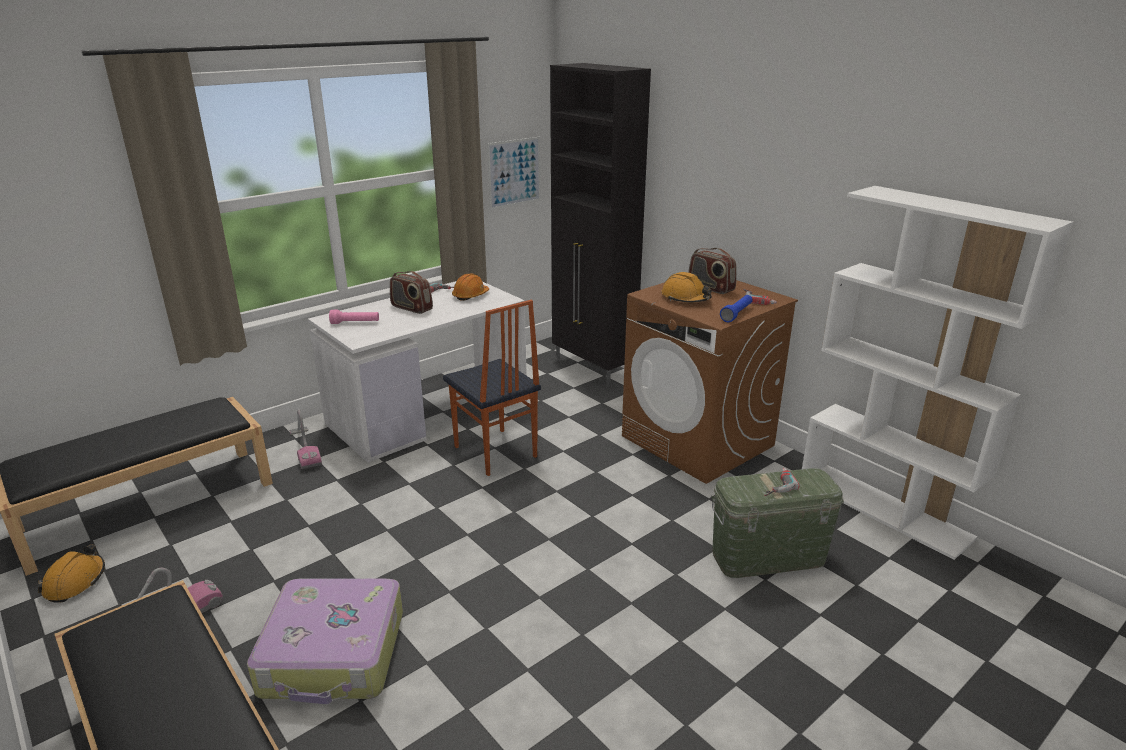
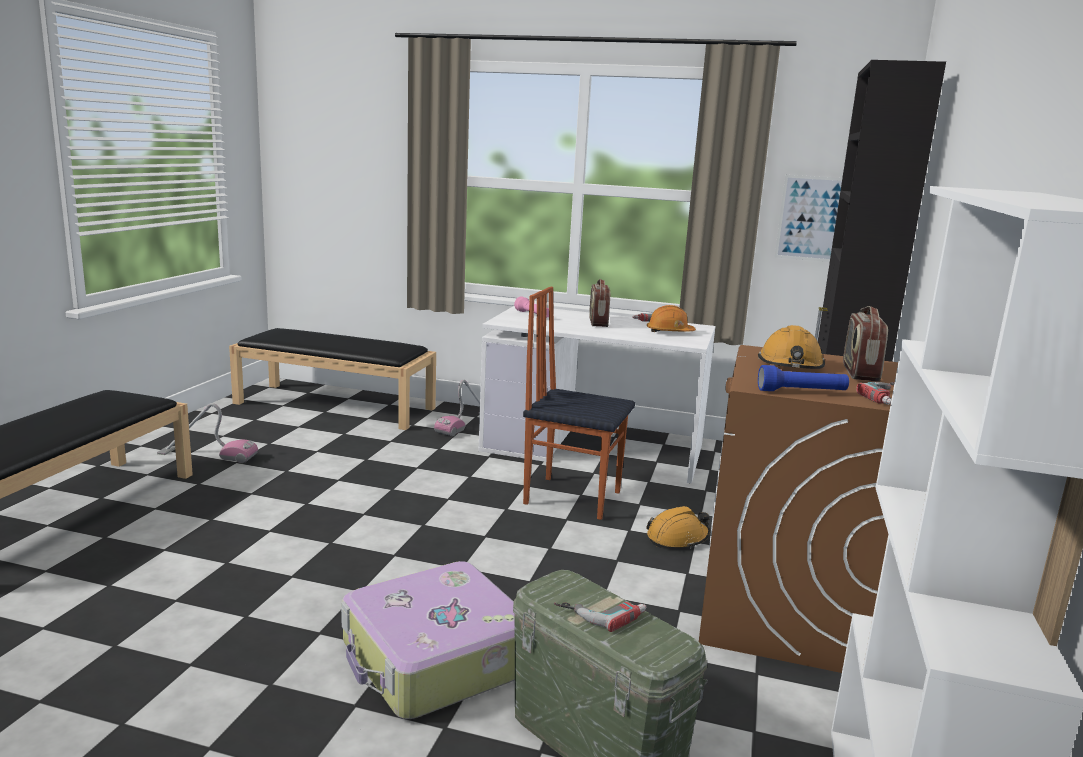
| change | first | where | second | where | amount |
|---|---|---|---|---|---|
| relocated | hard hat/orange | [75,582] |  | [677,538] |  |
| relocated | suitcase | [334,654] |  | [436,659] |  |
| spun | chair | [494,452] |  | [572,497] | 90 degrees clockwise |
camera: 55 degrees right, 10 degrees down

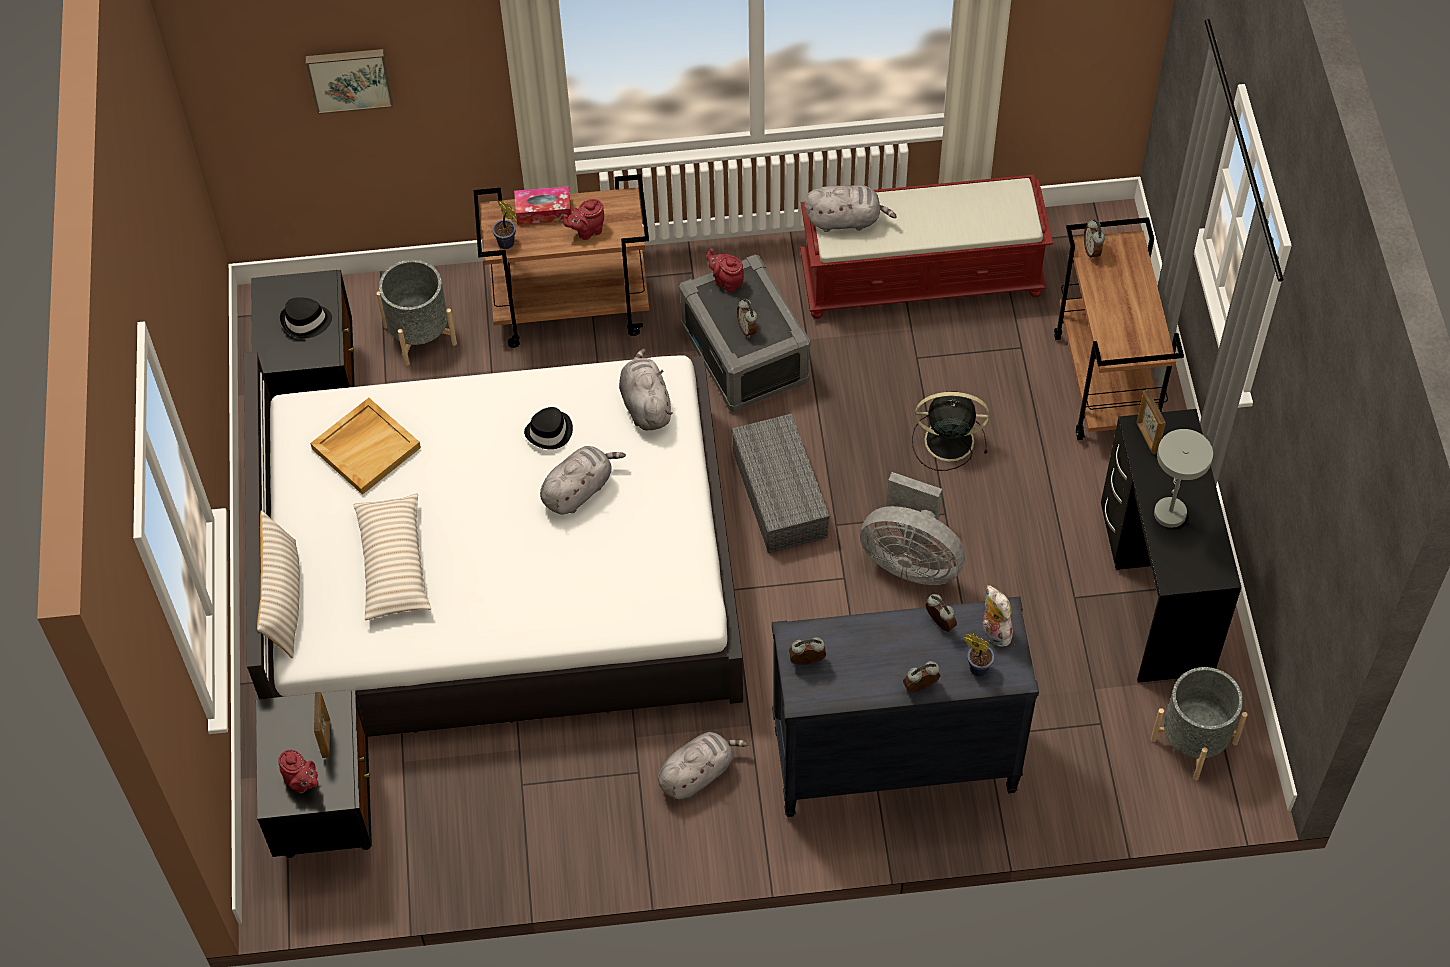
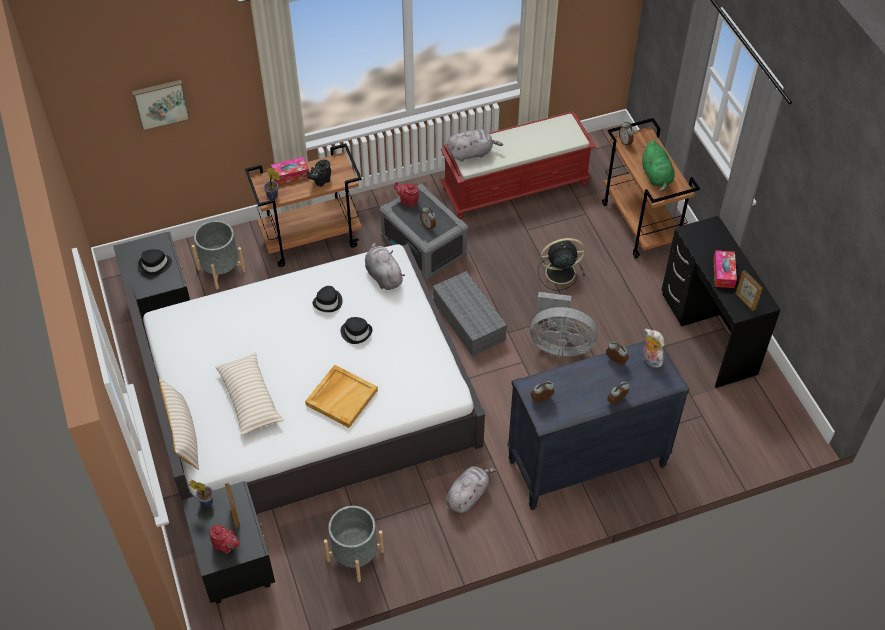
| change | first | where | second | where | amount |
|---|---|---|---|---|---|
| relocated | tray/beige | [366,447] |  | [341,397] |  |
| exchanged | plush toy/grey | [579,490] | hat/black | [356,332] |  |
| colour | teapot/red | [587,231] | teapot/black | [320,181] |  |
| relocated | potted plant | [976,667] |  | [205,501] |  |
| relocated | picture frame | [1146,438] |  | [745,301] |  |
| relocated | planter/grey | [1194,741] |  | [355,556] |  |
| exchanged | table lamp/grey | [1170,508] | tissue box | [723,273] |  |
| appeared |  |  | plush toy/green | [656,176] |  |
camera: 15 degrees left, 5 degrees down

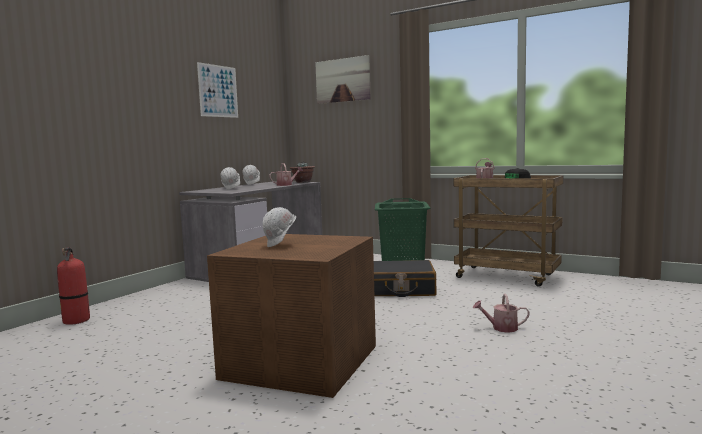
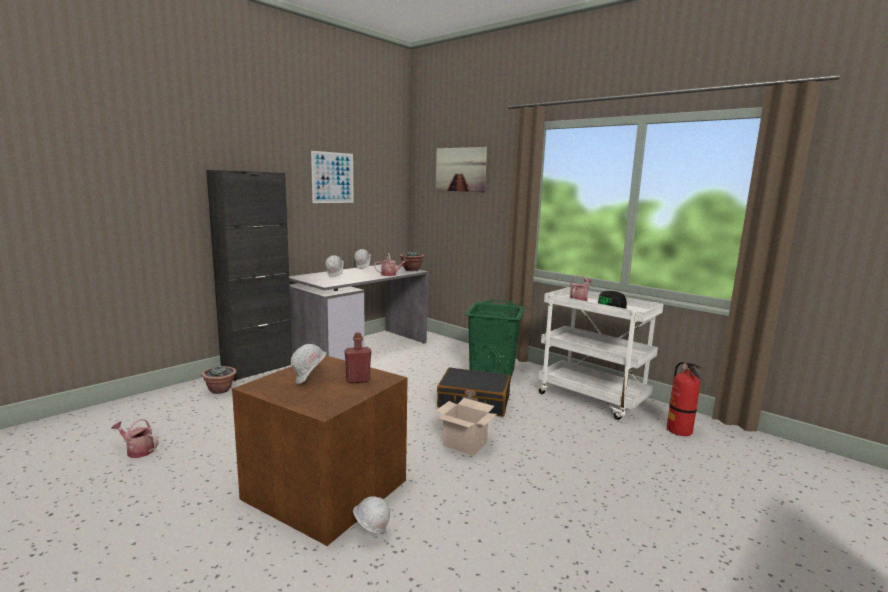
| change | first | where | second | where | amount |
|---|---|---|---|---|---|
| relocated | fire extinguisher | [77,320] |  | [679,431] |  |
| colour | cart/brown | [507,276] | cart/white | [593,399] |  |
| relocated | watering can | [501,328] |  | [137,451] |  |
| appeared |  |  | potted plant | [220,390] |  |
| appeared |  |  | cabinet/black | [258,369] |  |
| appeared |  |  | bottle/red | [358,380] |  |
| appeared |  |  | hard hat/white | [371,533] |  |
| appeared |  |  | cardboard box | [466,444] |  |
camera: 10 degrees right, 5 degrees up

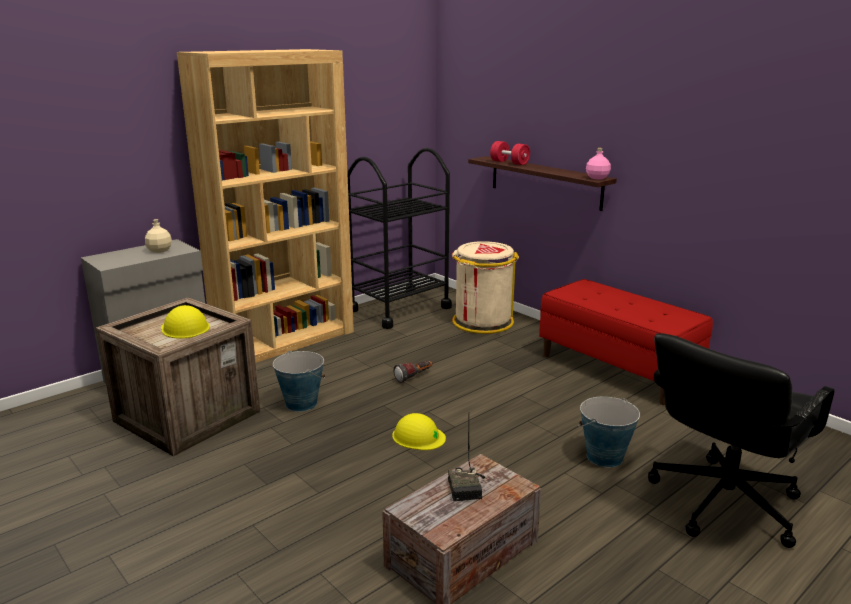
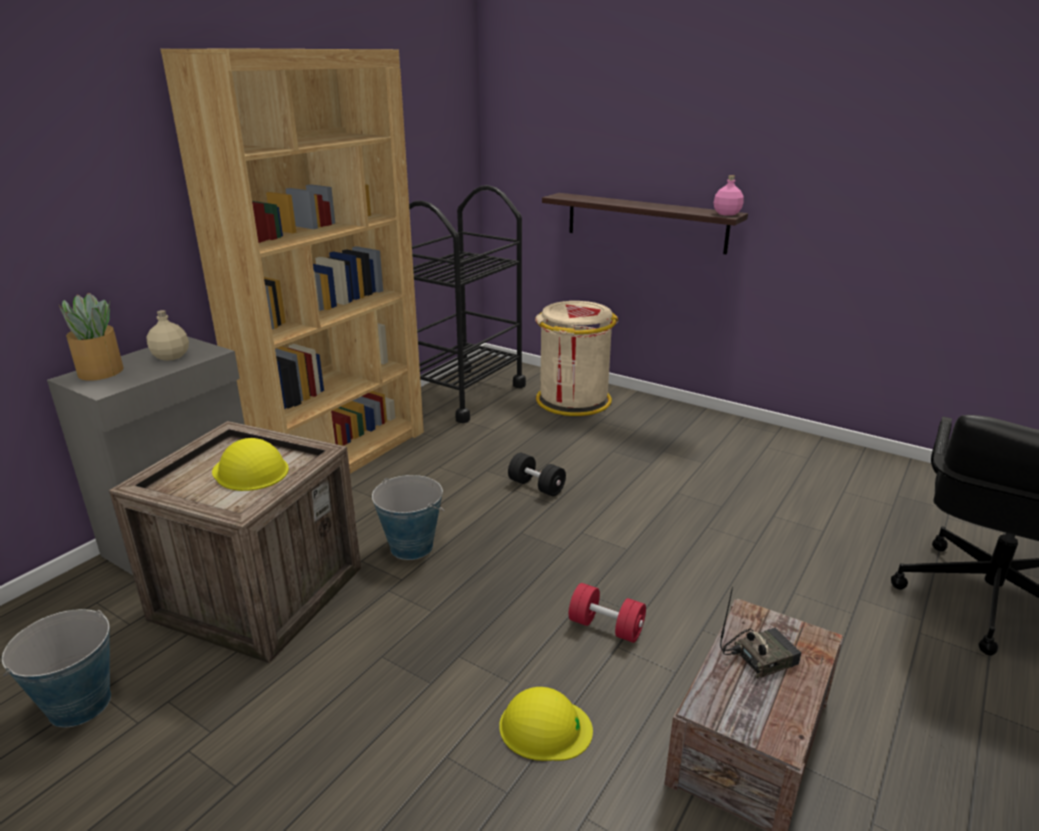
| change | first | where | second | where | amount |
|---|---|---|---|---|---|
| relocated | hard hat/yellow | [418,436] |  | [544,727] |  |
| exchanged | flashlight | [414,377] | dumbbell/black | [536,486] |  |
| spun | radio | [467,488] |  | [759,656] | 90 degrees counterclockwise |
| relocated | dumbbell/red | [509,163] |  | [606,627] |  |
| missing | bench/red | [617,369] |  |  |  |
| relocated | bucket | [604,457] |  | [79,705] |  |
| appeared |  |  | potted plant | [100,372] |  |
camera: 15 degrees left, 5 degrees up

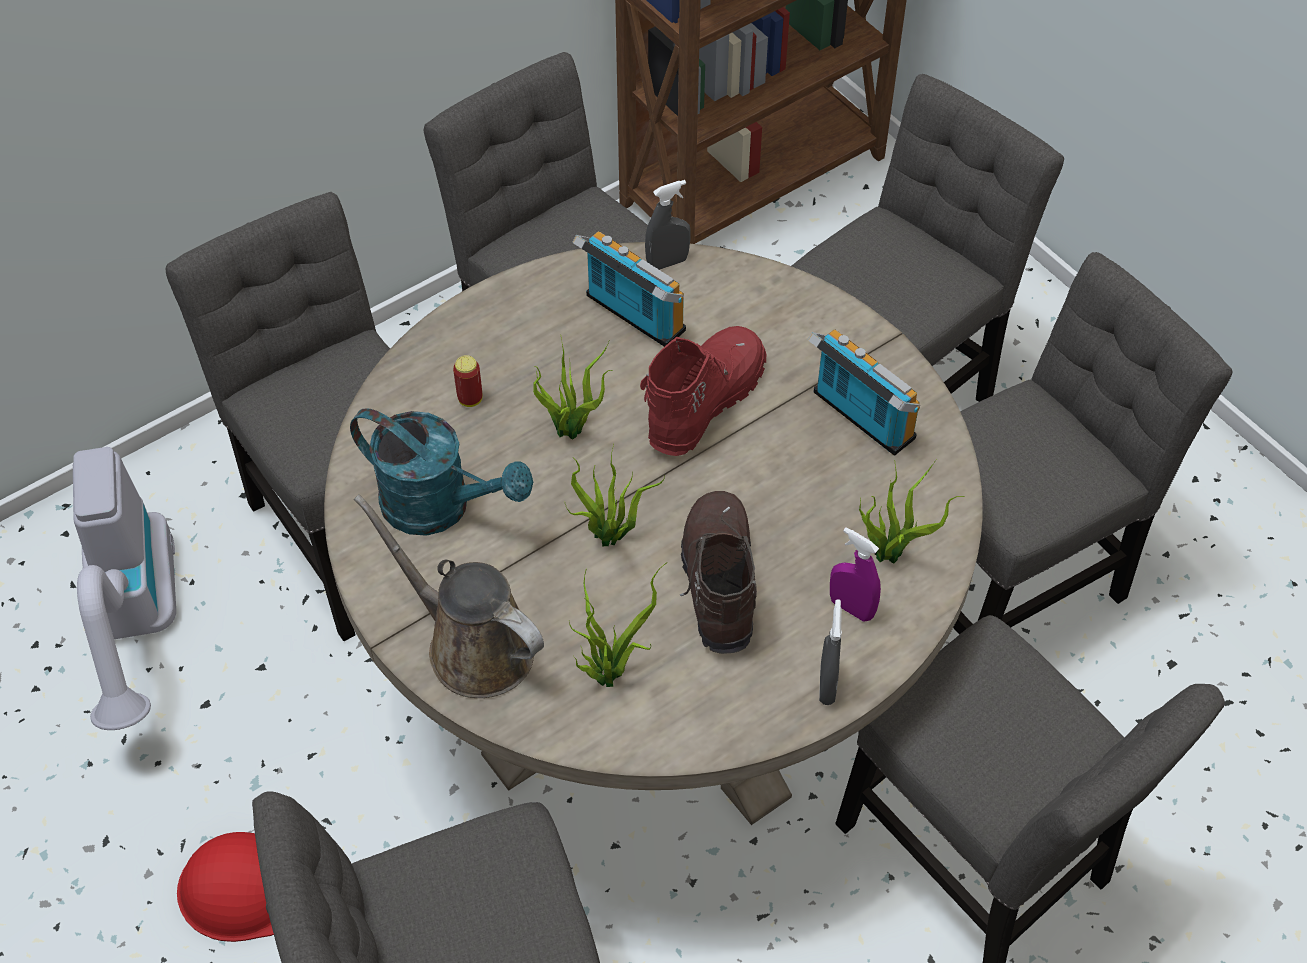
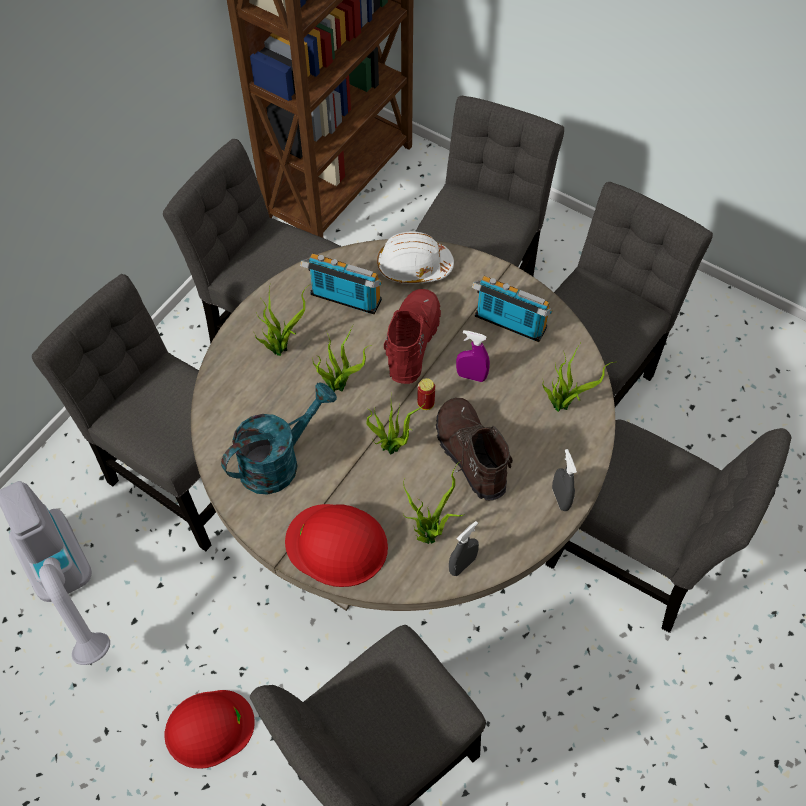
| change | first | where | second | where | amount |
|---|---|---|---|---|---|
| spun | watering can/turquoise | [440,507] |  | [278,461] | 45 degrees counterclockwise |
| exchanged | watering can/brown | [472,645] | hard hat/red | [337,544] |  |
| relocated | can | [470,399] |  | [425,404] |  |
| relocated | spray bottle/grey | [667,262] |  | [462,565] |  |
| relocated | spray bottle/purple | [851,608] |  | [471,376] |  |
| appeared |  |  | potted plant | [281,347] |  |
| appeared |  |  | hard hat/white | [413,267] |  |
camera: 20 degrees left, 5 degrees up

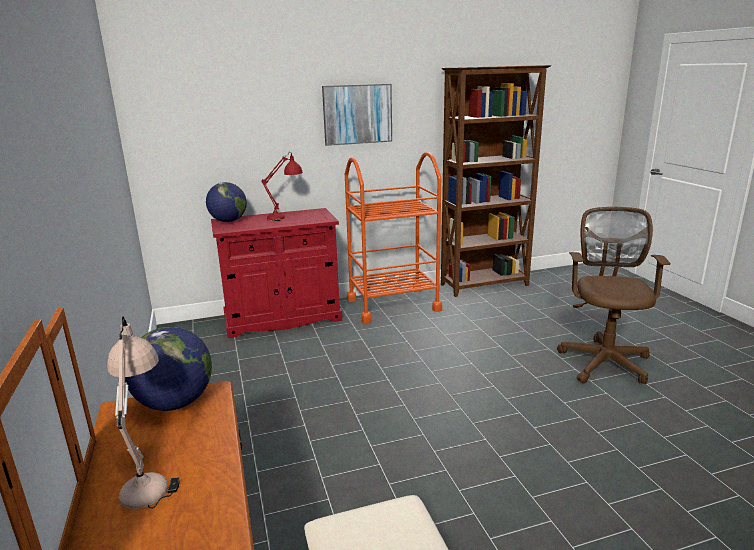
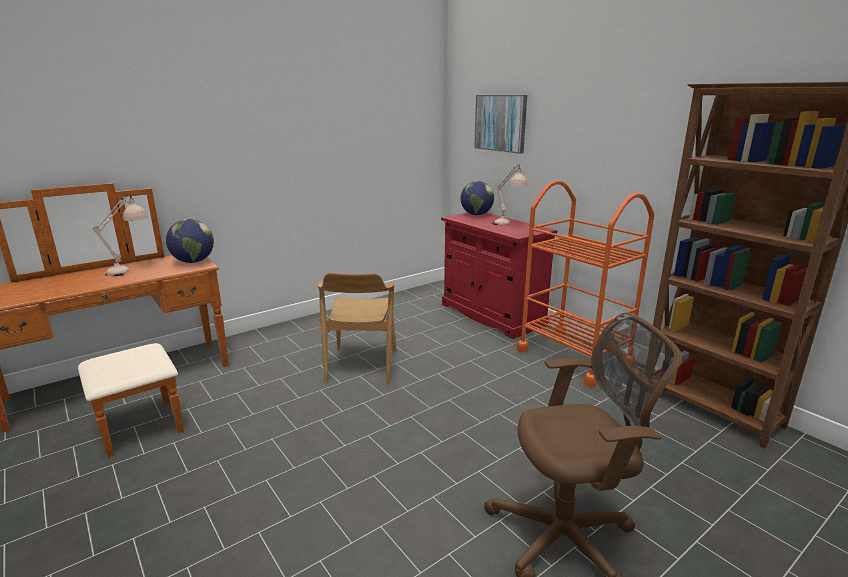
| change | first | where | second | where | amount |
|---|---|---|---|---|---|
| colour | table lamp/red | [285,217] | table lamp/beige | [508,224] |  |
| relocated | picture | [357,114] |  | [500,123] |  |
| appeared |  |  | chair/brown | [361,365] |  |
camera: 70 degrees right, 0 degrees up

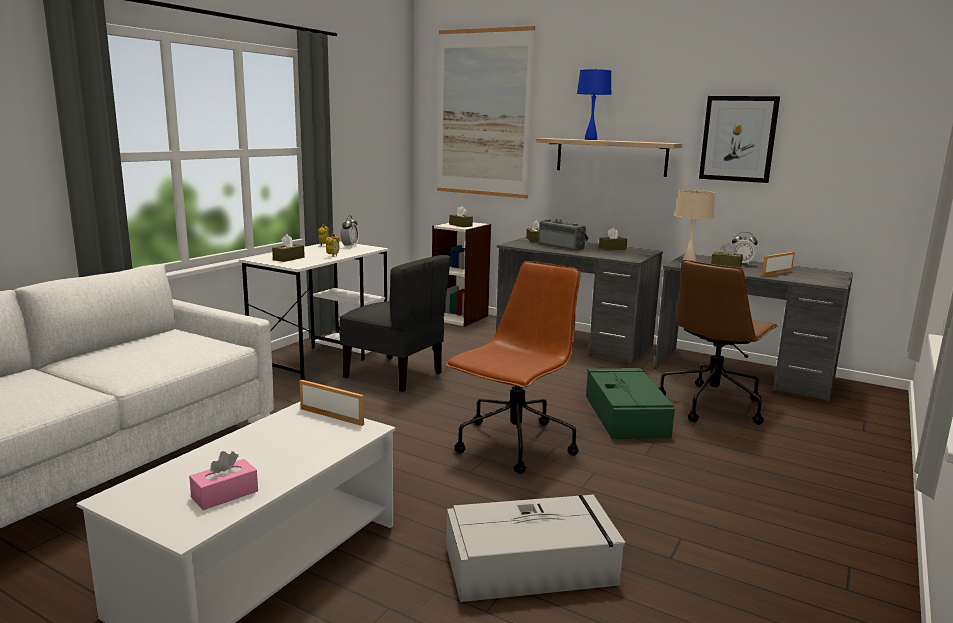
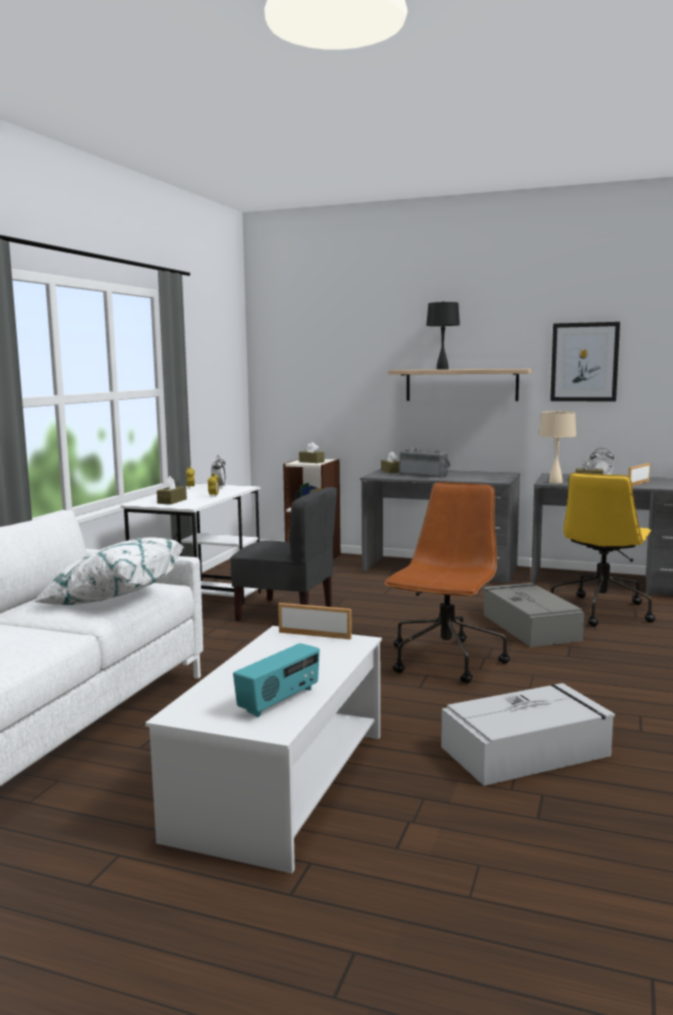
| change | first | where | second | where | amount |
|---|---|---|---|---|---|
| exchanged | tissue box/pink | [225,494] | radio | [279,701] |  |
| missing | picture | [483,113] |  |  |  |
| colour | table lamp/blue | [591,139] | table lamp/black | [442,369] |  |
| colour | storage box/green | [625,415] | storage box/grey | [529,626] |  |
| missing | tissue box/brown | [612,248] |  |  |  |
| colour | office chair/brown | [712,404] | office chair/yellow | [601,610] |  |
| appeared |  |  | pillow/white | [113,598] |  |
camera: 10 degrees left, 5 degrees down

